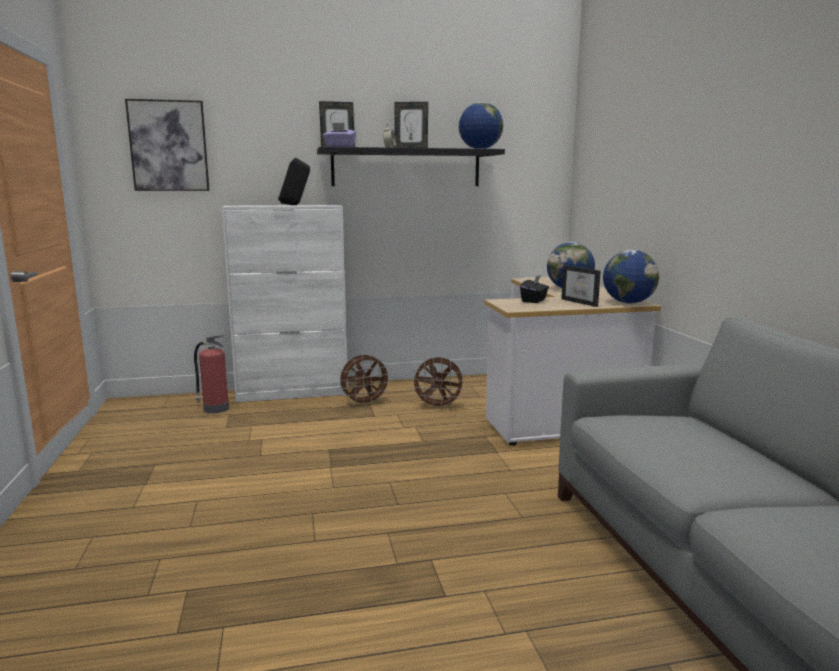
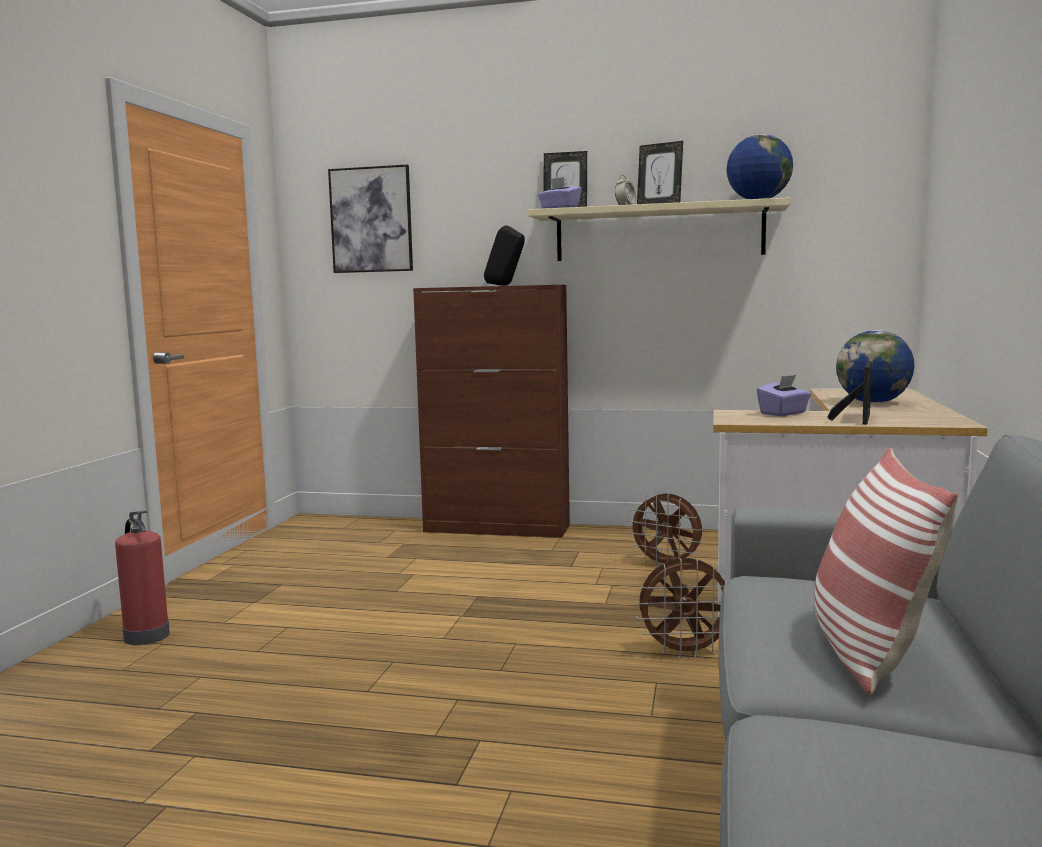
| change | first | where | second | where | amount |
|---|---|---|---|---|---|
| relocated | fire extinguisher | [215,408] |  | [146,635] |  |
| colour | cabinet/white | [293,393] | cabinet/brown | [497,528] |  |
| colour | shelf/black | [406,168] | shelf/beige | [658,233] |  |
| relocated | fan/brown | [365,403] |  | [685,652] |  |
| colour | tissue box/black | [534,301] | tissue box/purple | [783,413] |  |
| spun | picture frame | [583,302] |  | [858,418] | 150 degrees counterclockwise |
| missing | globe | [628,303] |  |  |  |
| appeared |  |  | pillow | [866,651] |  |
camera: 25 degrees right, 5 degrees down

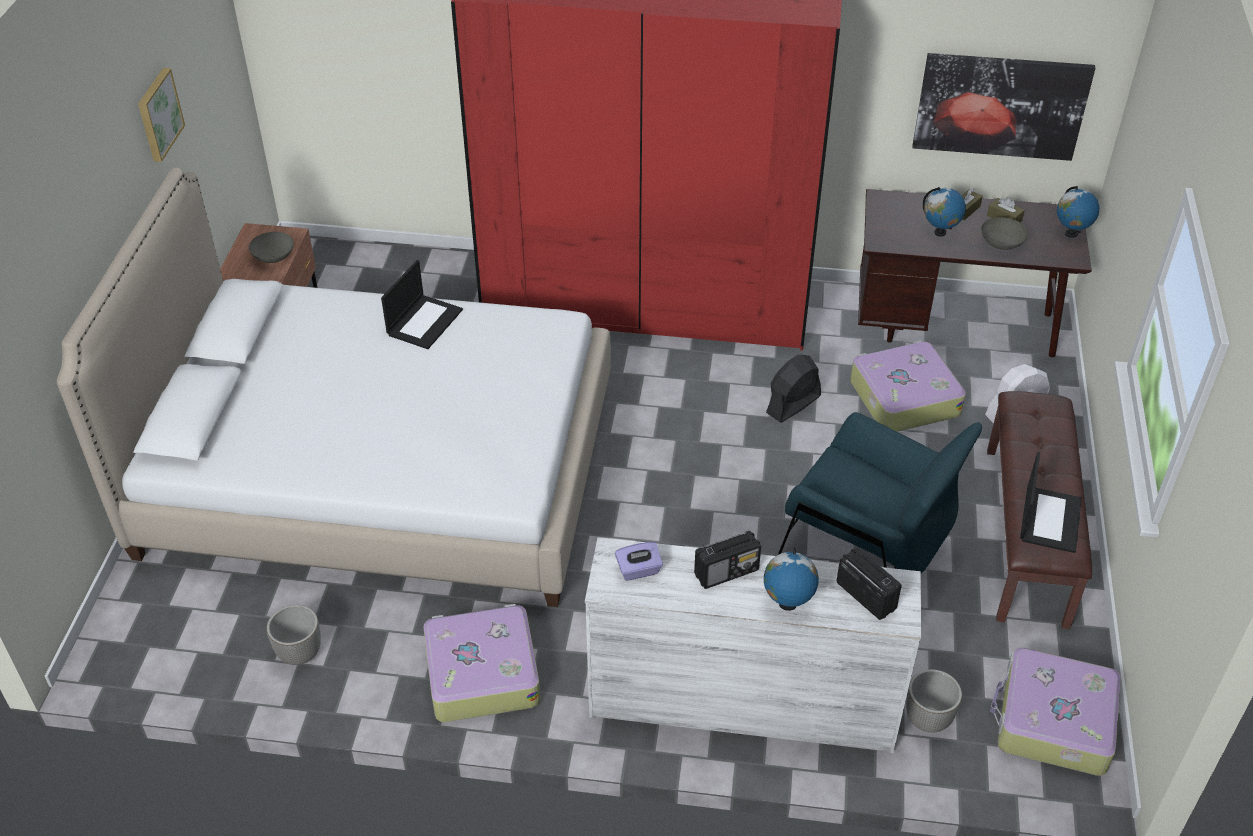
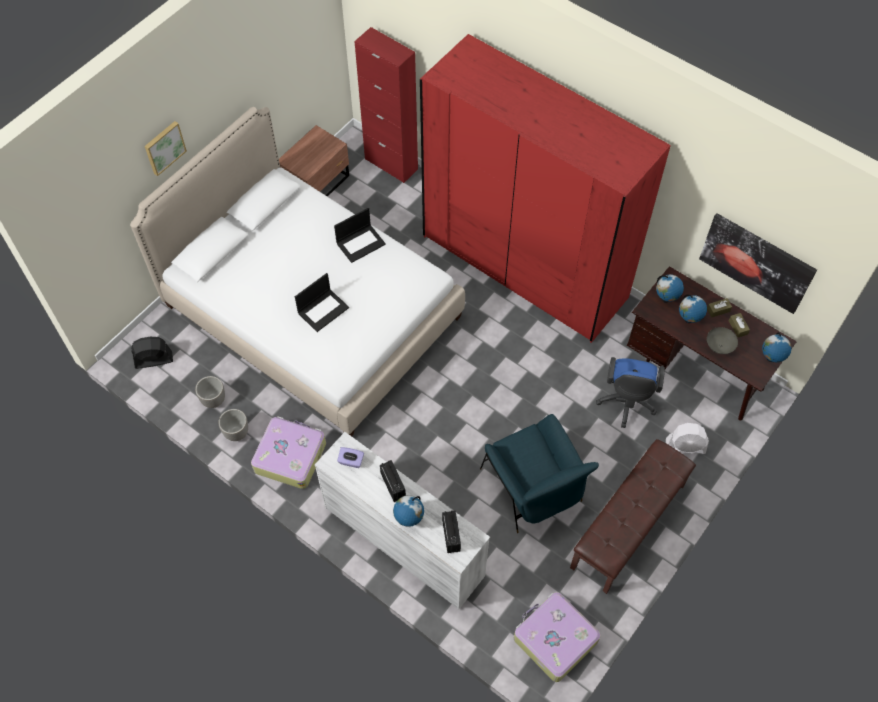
| change | first | where | second | where | amount |
|---|---|---|---|---|---|
| relocated | picture | [158,114] |  | [164,147] |  |
| missing | bowl/grey | [273,258] |  |  |  |
| spun | radio | [727,572] |  | [393,485] | 120 degrees counterclockwise |
| relocated | fan/black | [793,404] |  | [153,360] |  |
| exchanged | suitcase | [903,398] | office chair/blue | [626,403] |  |
| relocated | planter | [928,720] |  | [237,433] |  |
| relocated | laptop | [1049,519] |  | [323,310] |  |
| appeared |  |  | cabinet/red | [391,164] |  |
| appeared |  |  | globe | [666,299] |  |
camera: 30 degrees right, 15 degrees up

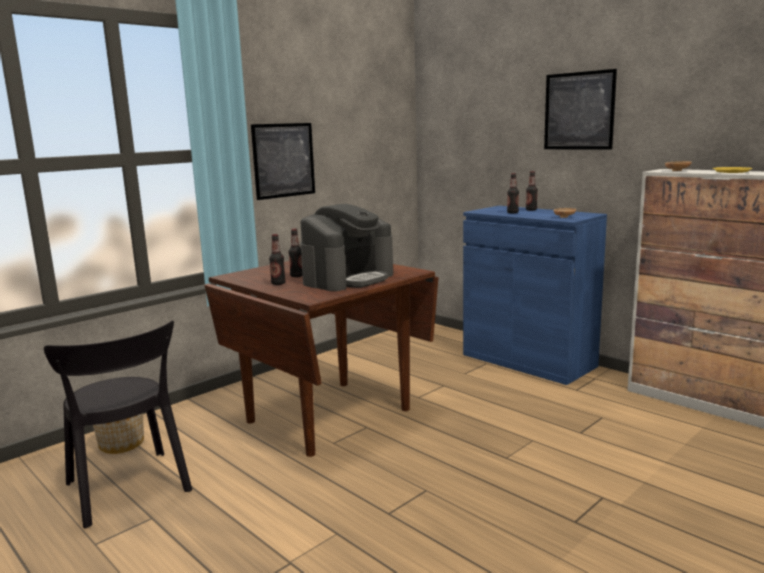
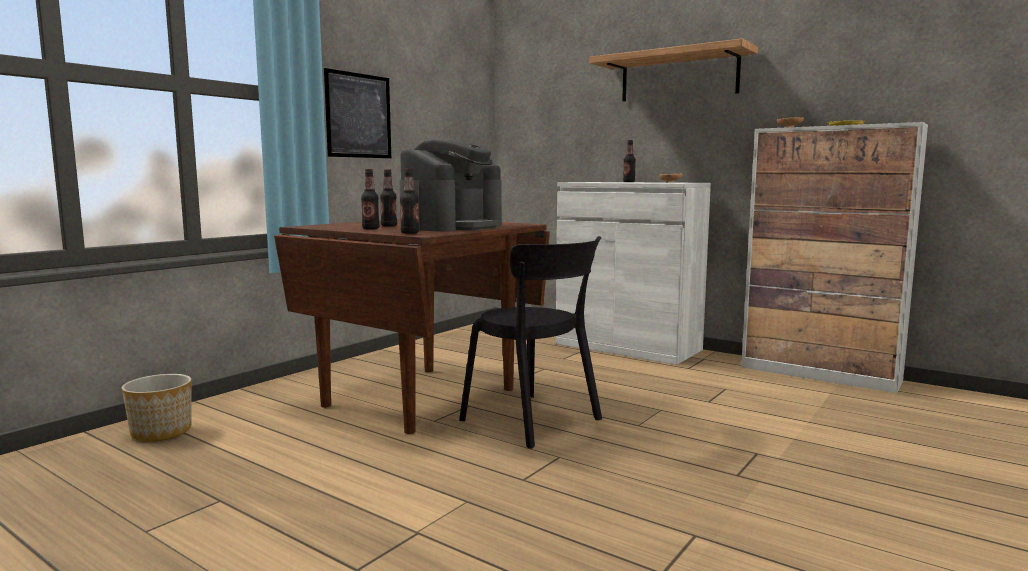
| change | first | where | second | where | amount |
|---|---|---|---|---|---|
| relocated | chair/black | [129,490] |  | [535,421] |  |
| colour | cabinet/blue | [528,360] | cabinet/white | [628,347] |  |
| relocated | bottle | [512,213] |  | [410,233] |  |
| exchanged | picture | [579,111] | shelf | [678,76] |  |
camera: 10 degrees left, 5 degrees down

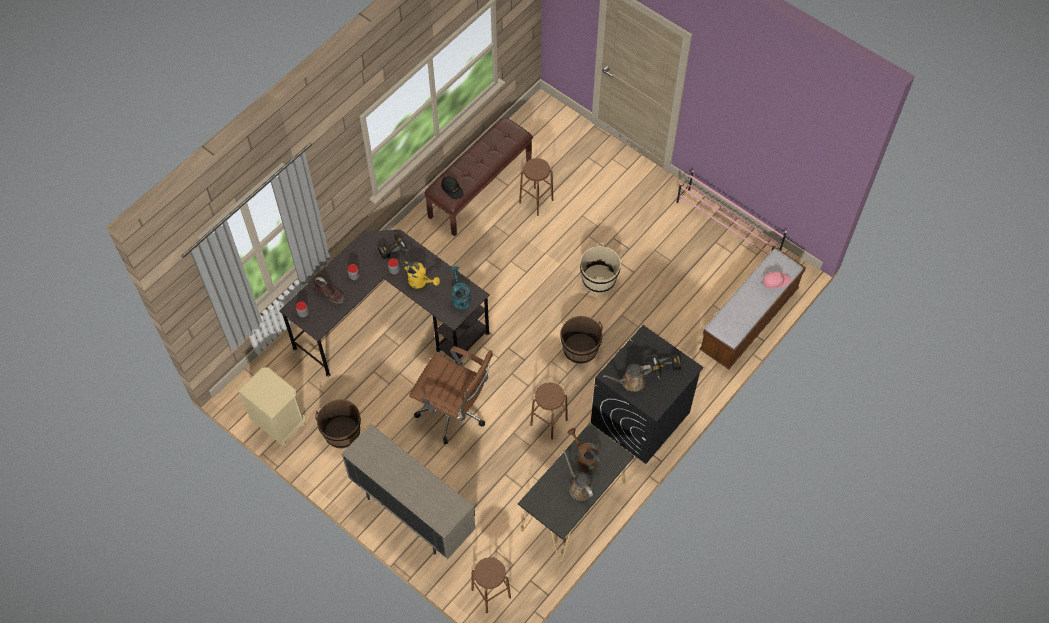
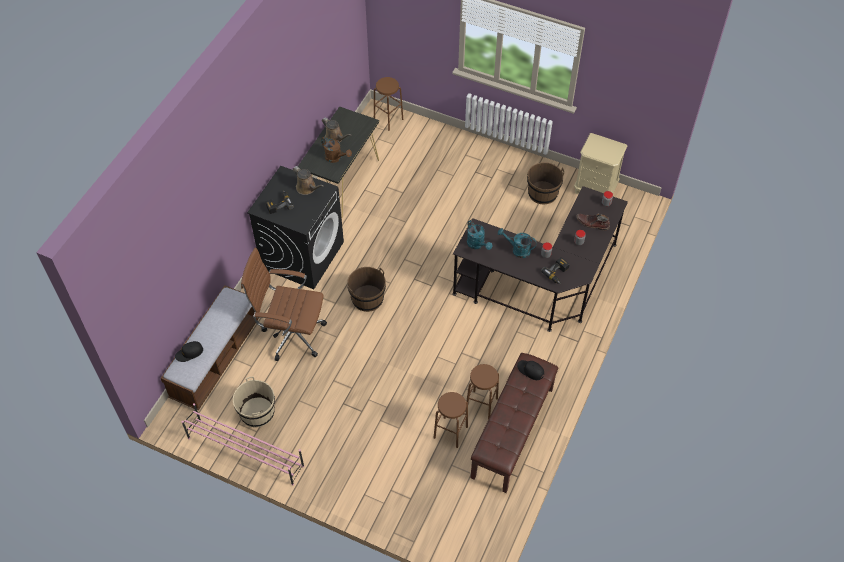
| change | first | where | second | where | amount |
|---|---|---|---|---|---|
| missing | cabinet/beige | [413,513] |  |  |  |
| colour | watering can/yellow | [421,282] | watering can/turquoise | [517,250] |  |
| relocated | office chair/brown | [455,412] |  | [291,335] |  |
| relocated | stool/brown | [548,422] |  | [481,404] |  |
| relocated | bucket/beige | [598,279] |  | [257,412] |  |
| spun | watering can/brown | [630,382] |  | [307,188] | 75 degrees clockwise |
| colour | cap/pink | [776,281] | cap/black | [189,353] |  |
camera: 165 degrees right, 5 degrees down

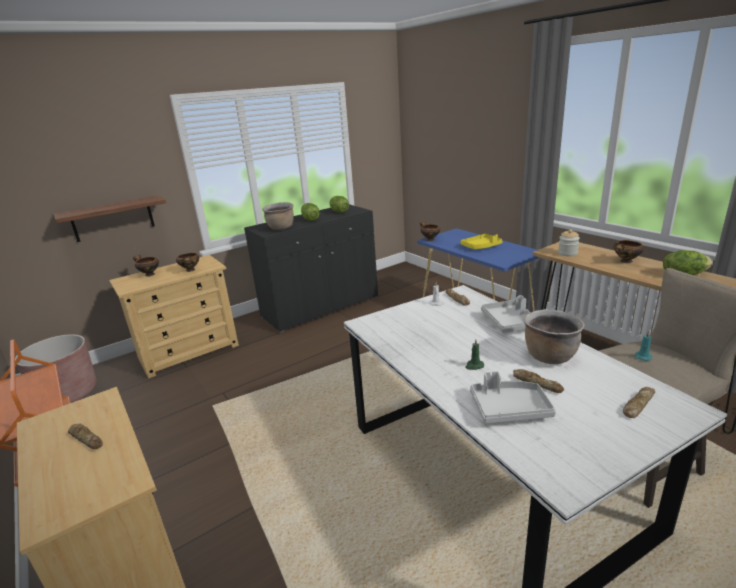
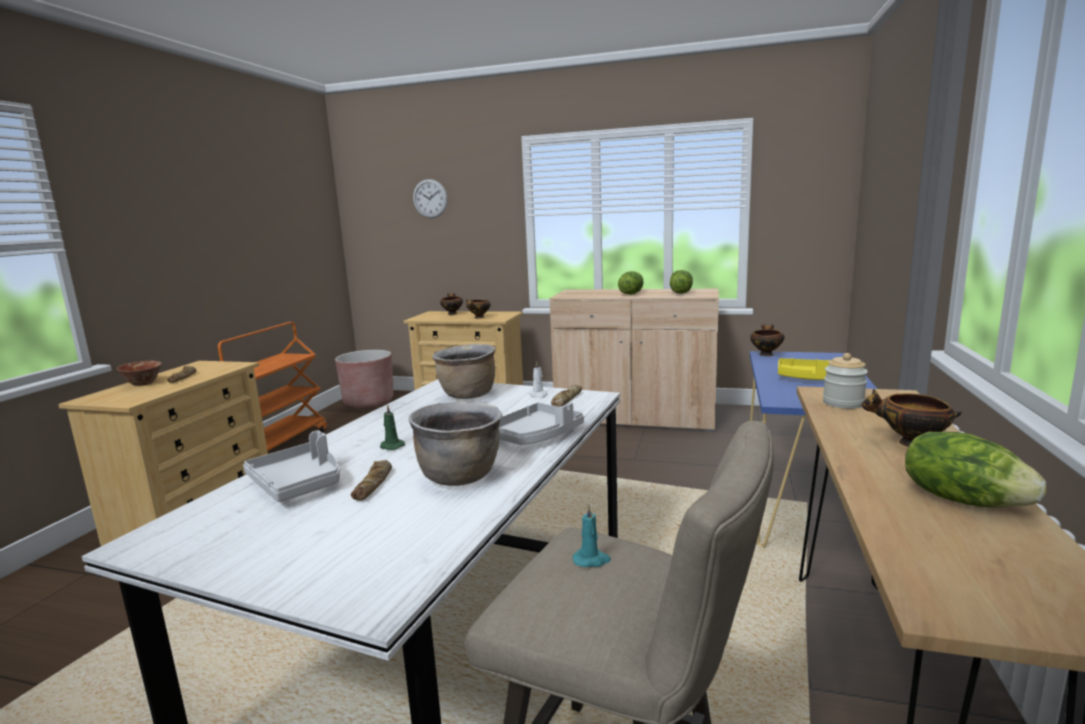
| change | first | where | second | where | amount |
|---|---|---|---|---|---|
| missing | shelf | [113,219] |  |  |  |
| colour | cabinet/black | [321,307] | cabinet/beige | [635,417] |  |
| relocated | cooking pot/brown | [281,228] |  | [467,395] |  |
| missing | bread | [637,405] |  |  |  |
| appeared |  |  | bowl | [143,384] |  |
| appeared |  |  | wall clock | [430,198] |  |
camera: 50 degrees right, 10 degrees down

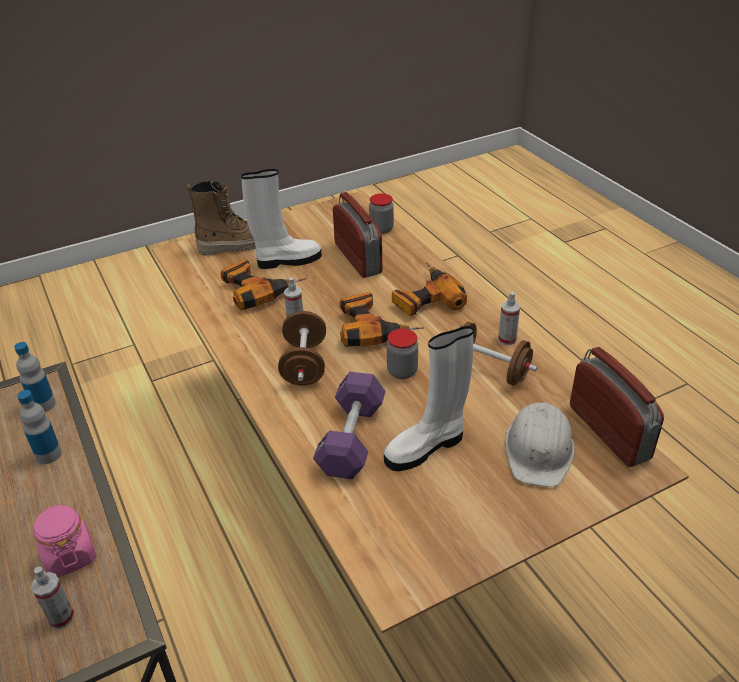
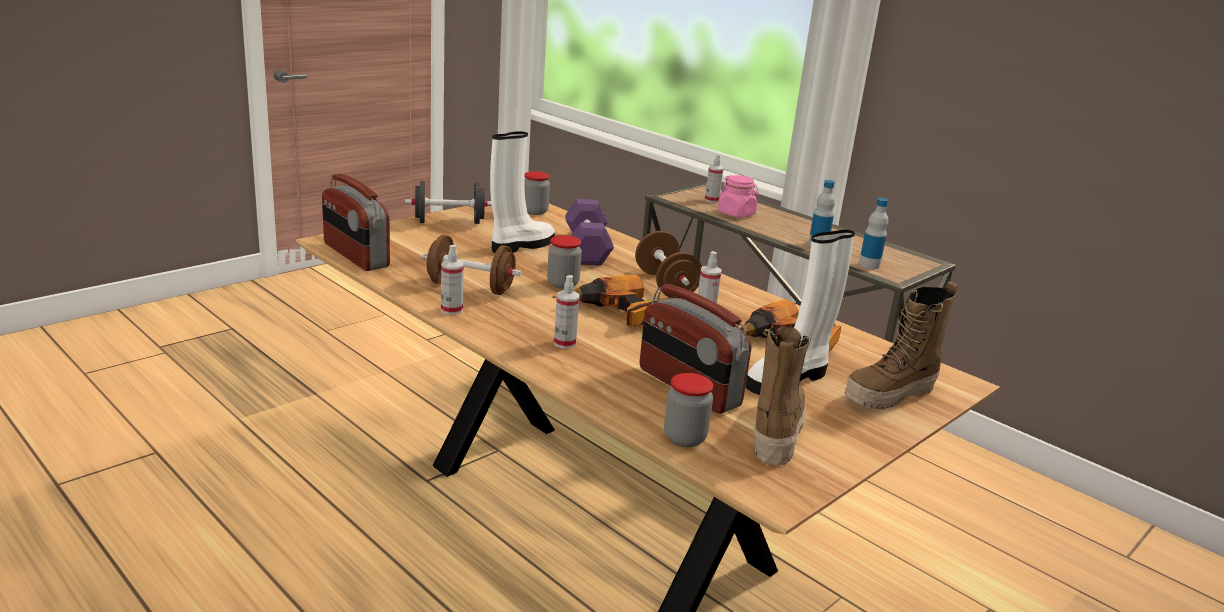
| change | first | where | second | where | amount |
|---|---|---|---|---|---|
| exchanged | power drill | [424,299] | spray bottle | [565,343] |  |
| missing | hard hat/white | [539,450] |  |  |  |
| appeared |  |  | dumbbell/black | [449,222] |  |
| appeared |  |  | jar | [534,211] |  |
| appeared |  |  | boot | [775,431] |  |
camera: 160 degrees right, 15 degrees down

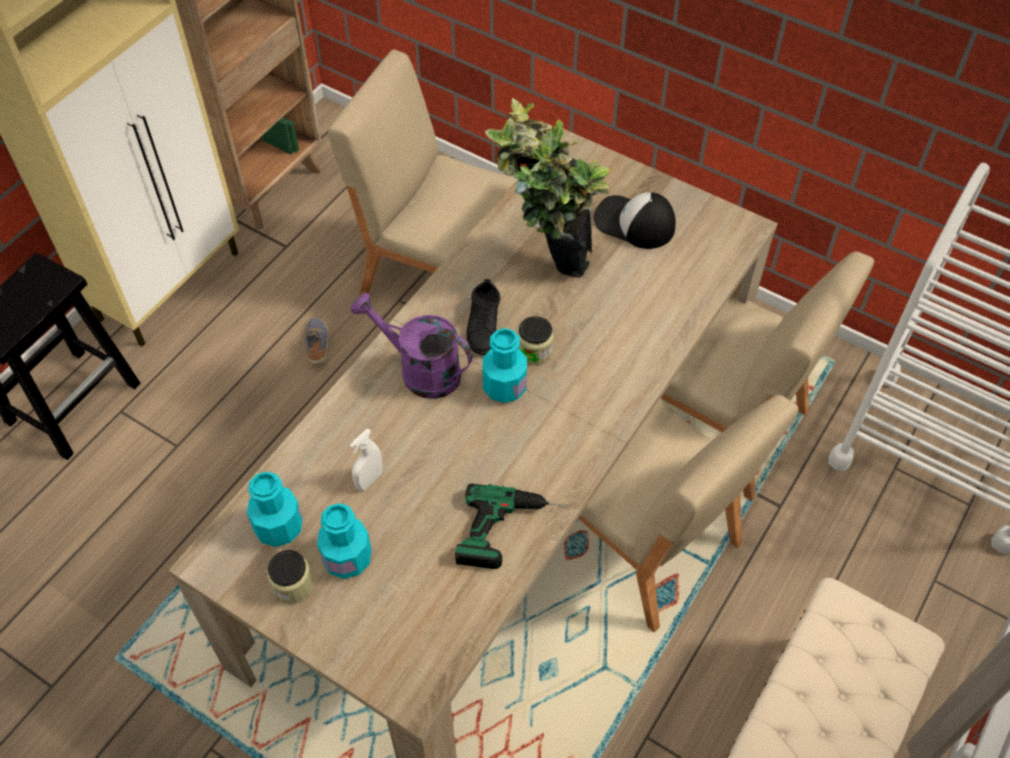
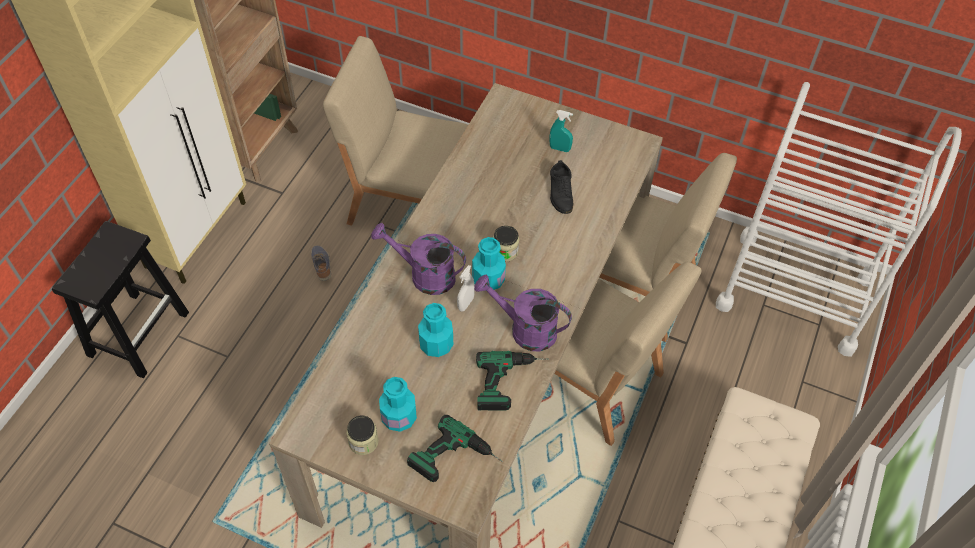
| change | first | where | second | where | amount |
|---|---|---|---|---|---|
| relocated | bottle/turquoise | [279,527] |  | [436,344] |  |
| relocated | spray bottle/white | [369,480] |  | [465,303] |  |
| relocated | shoe/black | [483,324] |  | [560,193] |  |
| missing | potted plant | [545,261] |  |  |  |
| exchanged | cap | [634,223] | spray bottle/turquoise | [560,148] |  |
| appeared |  |  | power drill | [457,461] |  |
| appeared |  |  | watering can/purple | [525,329] |  |
camera: 10 degrees left, 0 degrees up

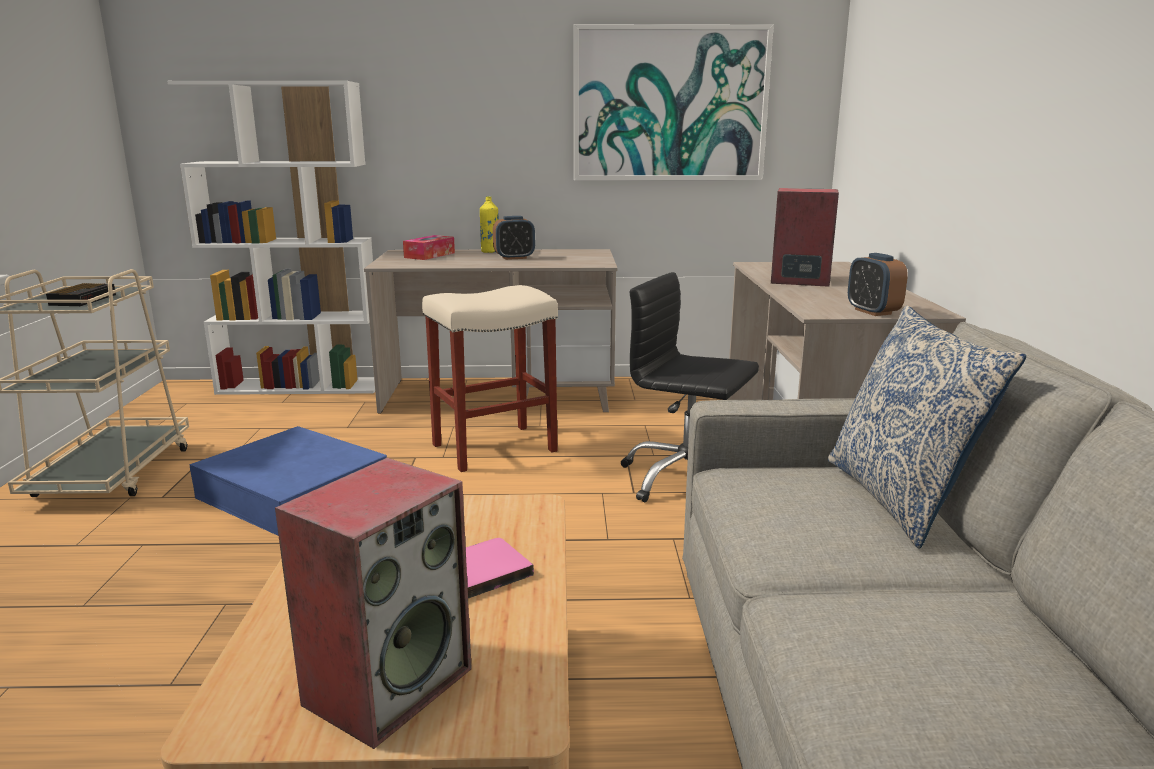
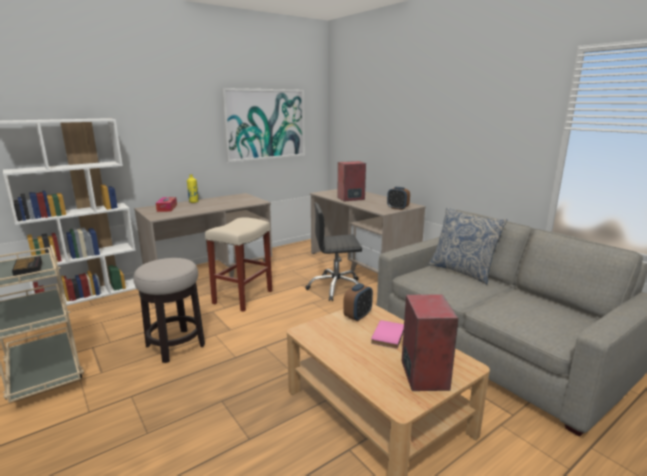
| change | first | where | second | where | amount |
|---|---|---|---|---|---|
| exchanged | storage box/blue | [293,493] | stool | [175,346] |  |
| relocated | alarm clock | [514,258] |  | [358,316] |  |
camera: 35 degrees left, 0 degrees up

